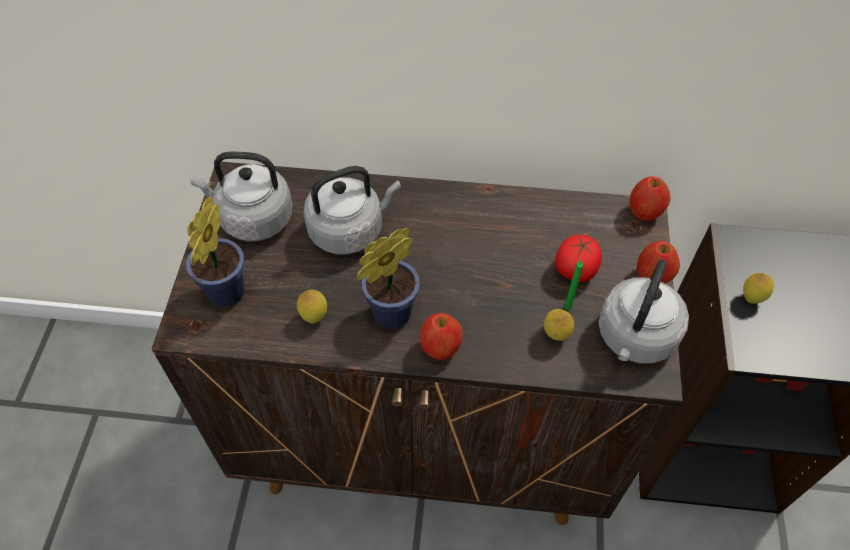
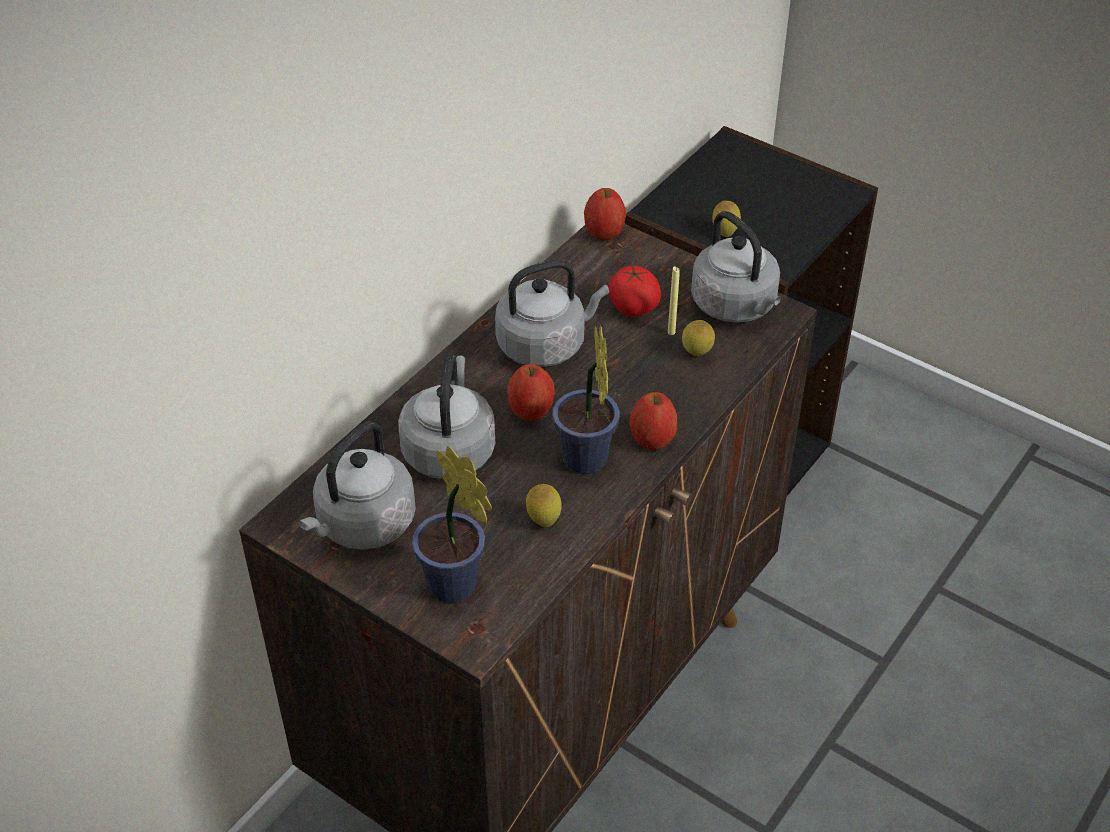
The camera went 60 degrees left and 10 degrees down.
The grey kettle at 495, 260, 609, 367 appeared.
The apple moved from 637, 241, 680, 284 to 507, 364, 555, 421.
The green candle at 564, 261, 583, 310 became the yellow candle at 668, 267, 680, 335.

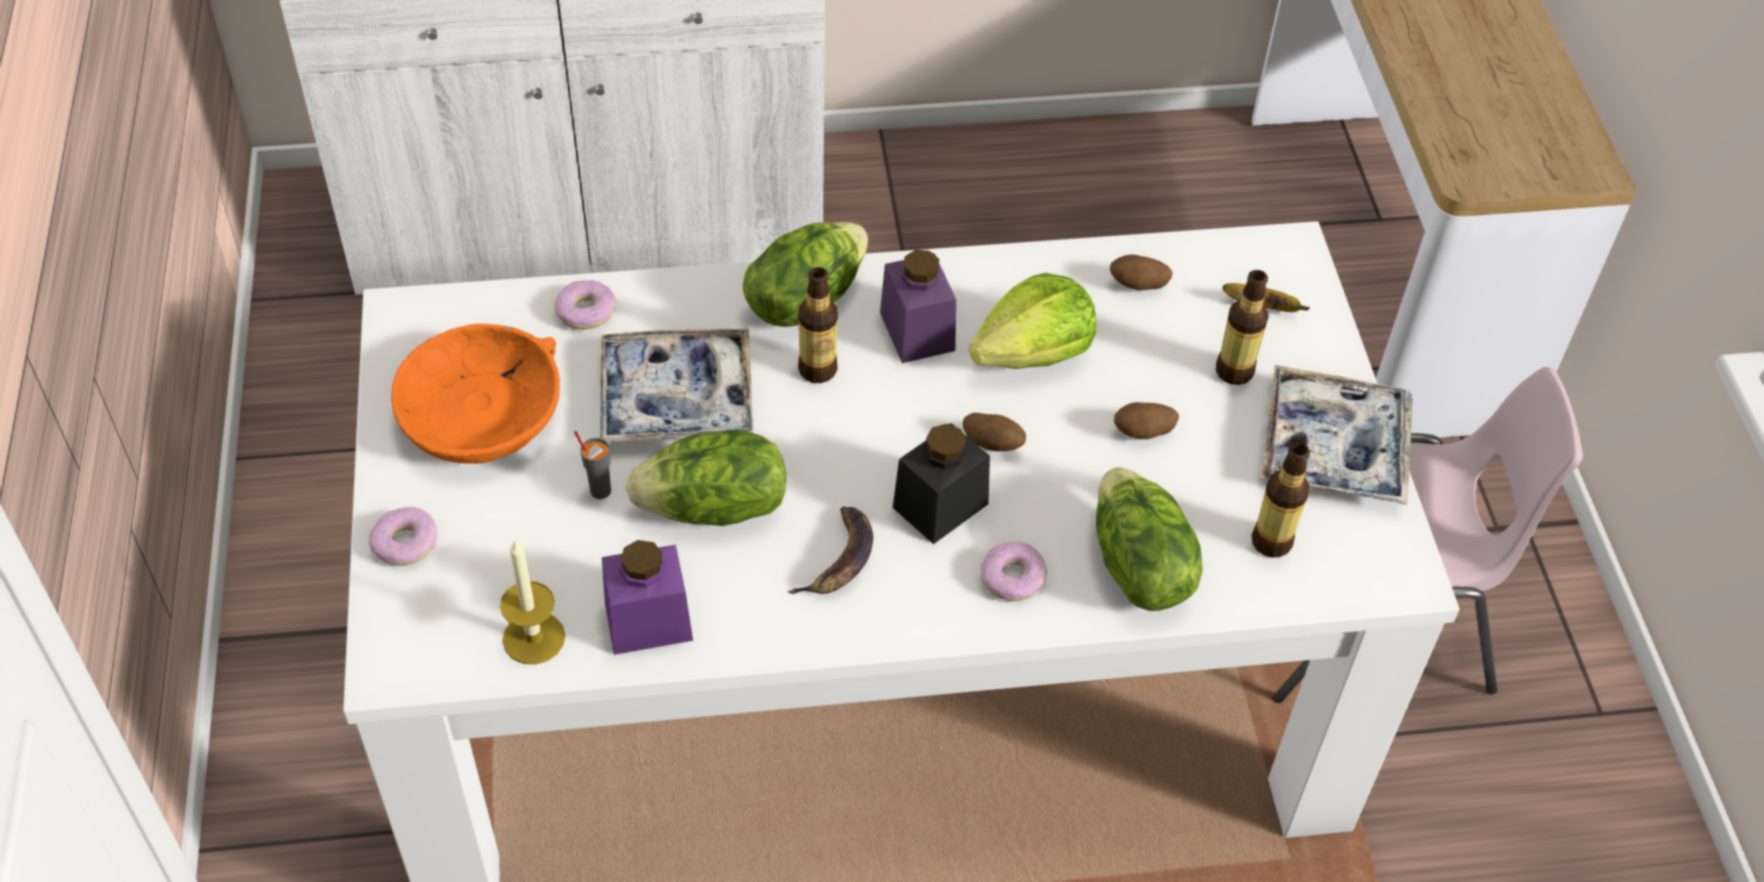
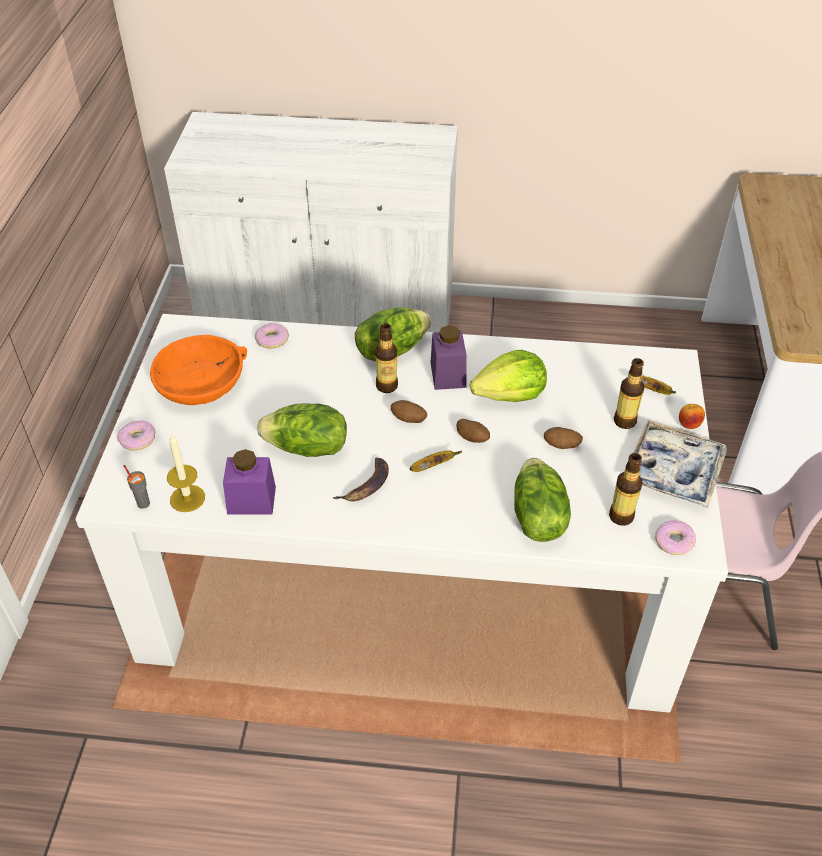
The camera went 15 degrees right and 5 degrees down.
The grey cup moved from 574, 431, 611, 499 to 124, 465, 150, 509.
The potato moved from 1110, 255, 1172, 290 to 391, 400, 427, 423.
The black jar at 893, 423, 990, 544 was replaced by the banana at 410, 450, 462, 472.
The donut moved from 980, 542, 1047, 601 to 655, 520, 696, 555.
The apple at 679, 404, 705, 429 appeared.
The tray at 600, 329, 753, 442 disappeared.

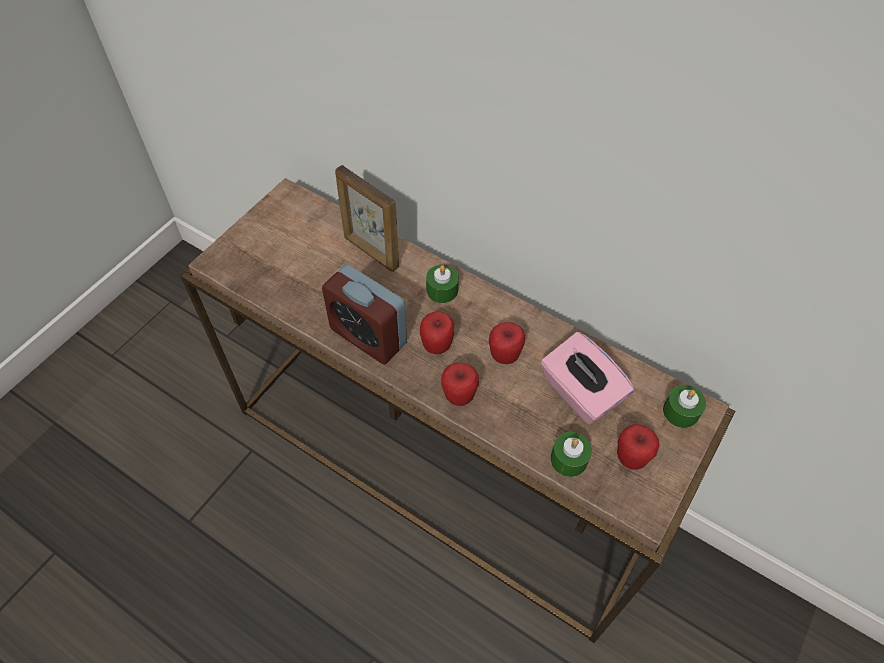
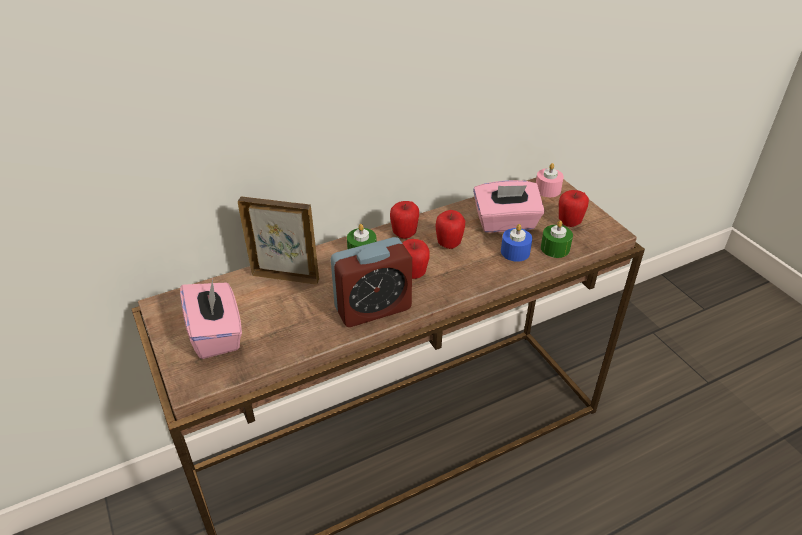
The camera went 60 degrees left and 15 degrees down.
The pink tissue box at 180, 279, 242, 359 appeared.
The picture frame at 335, 165, 399, 272 turned 150 degrees counterclockwise.
The apple moved from 441, 363, 479, 406 to 390, 201, 419, 239.
The blue candle at 501, 224, 532, 262 appeared.
The green candle at 663, 385, 706, 428 became the pink candle at 536, 163, 564, 197.

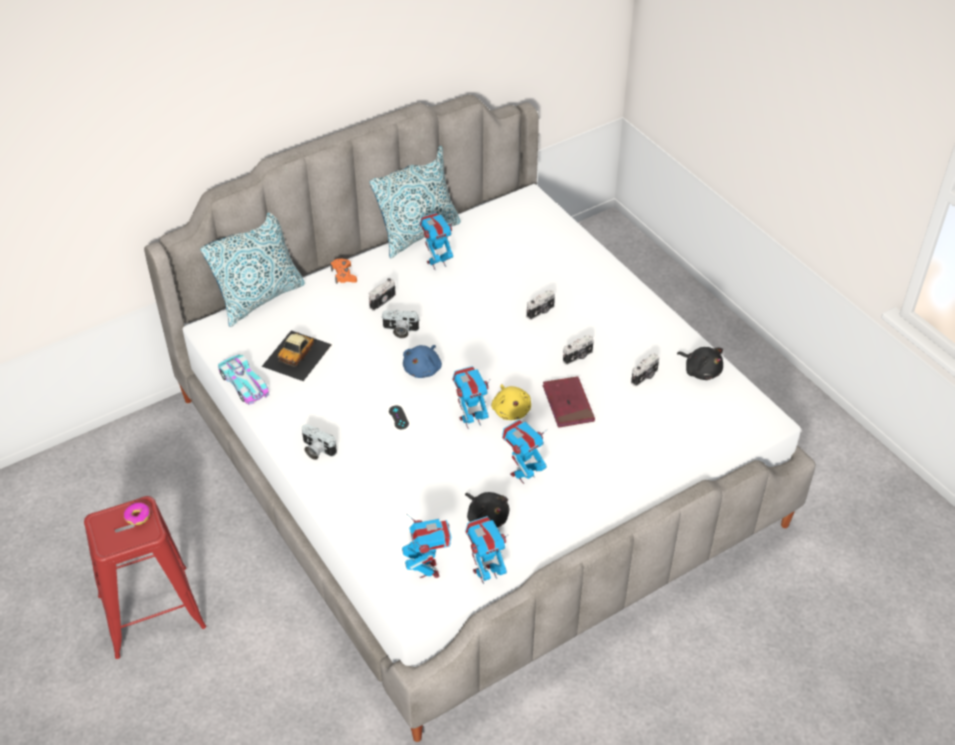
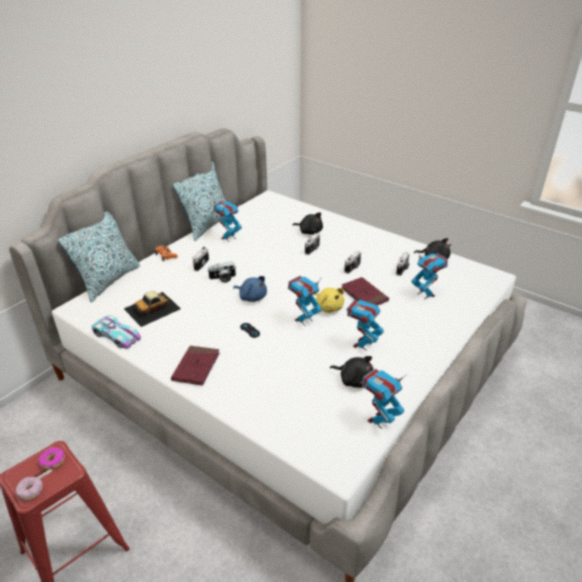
The camera went 20 degrees left and 10 degrees down.
The donut at 15, 477, 43, 500 appeared.
The toy car at 262, 330, 332, 381 turned 45 degrees clockwise.
The photo camera at 302, 424, 337, 460 was replaced by the red book at 171, 346, 220, 386.
The blue plush toy at 403, 345, 442, 378 turned 60 degrees counterclockwise.
The black plush toy at 293, 212, 323, 235 appeared.
The toy robot moved from 402, 513, 451, 578 to 411, 252, 448, 299.

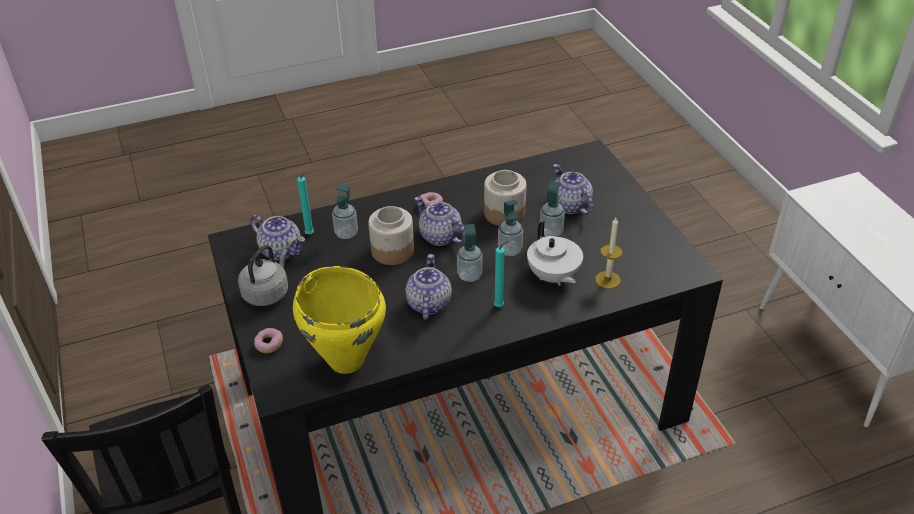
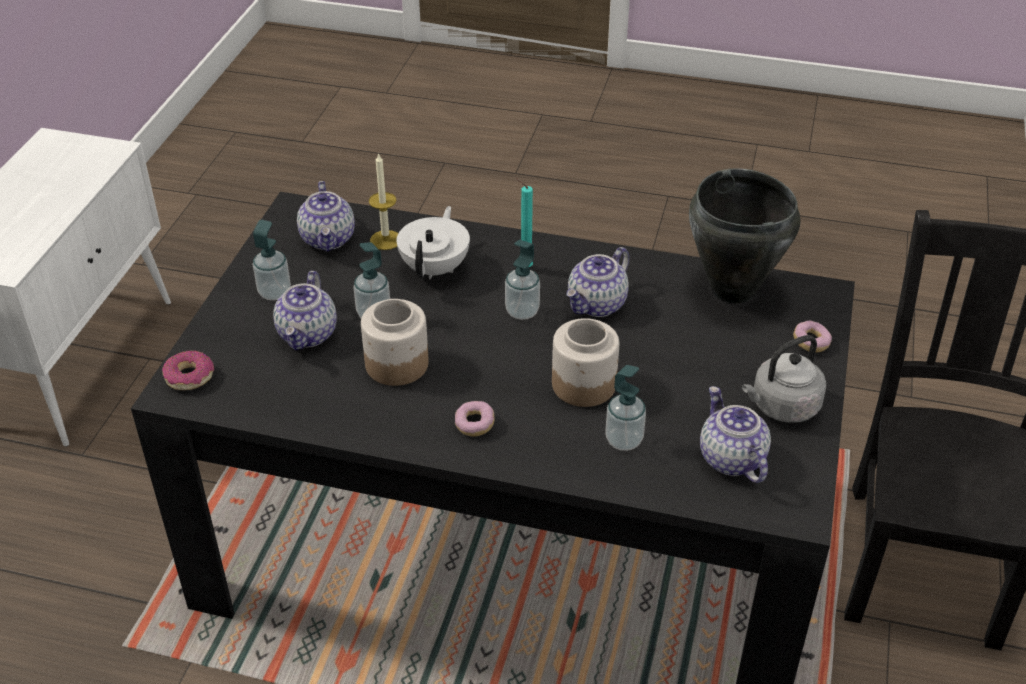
The camera went 145 degrees left and 0 degrees up.
The donut at 162, 350, 214, 390 appeared.
The soap dispenser moved from 498, 200, 523, 256 to 253, 220, 291, 300.
The teapot moved from 415, 197, 465, 246 to 297, 181, 355, 252.
The yellow cooking pot at 293, 266, 386, 374 became the black cooking pot at 689, 169, 801, 304.
The turquoise candle at 297, 172, 314, 234 disappeared.

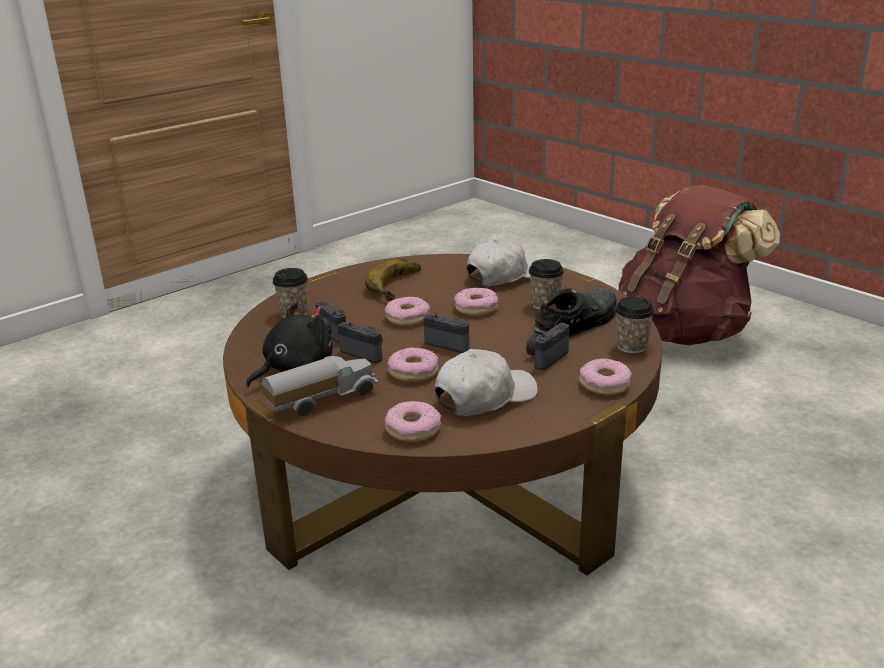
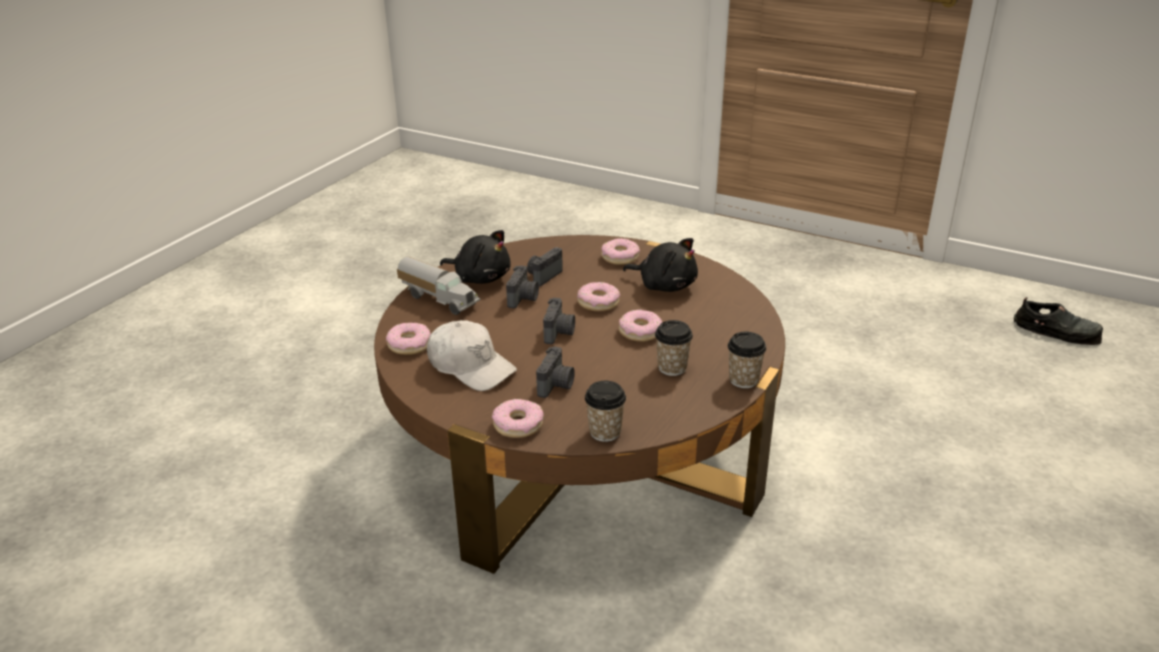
The camera went 70 degrees right and 5 degrees up.
The photo camera at 526, 323, 569, 370 turned 90 degrees clockwise.
The donut moved from 388, 348, 439, 382 to 601, 238, 640, 265.
The banana at 365, 259, 421, 301 was replaced by the black plush toy at 623, 238, 698, 292.
The cup moved from 272, 268, 308, 318 to 728, 332, 767, 388.
The black shoe moved from 534, 288, 617, 337 to 1014, 297, 1103, 345.
The white cap at 467, 238, 538, 286 disappeared.
The brown backpack at 619, 184, 780, 346 disappeared.

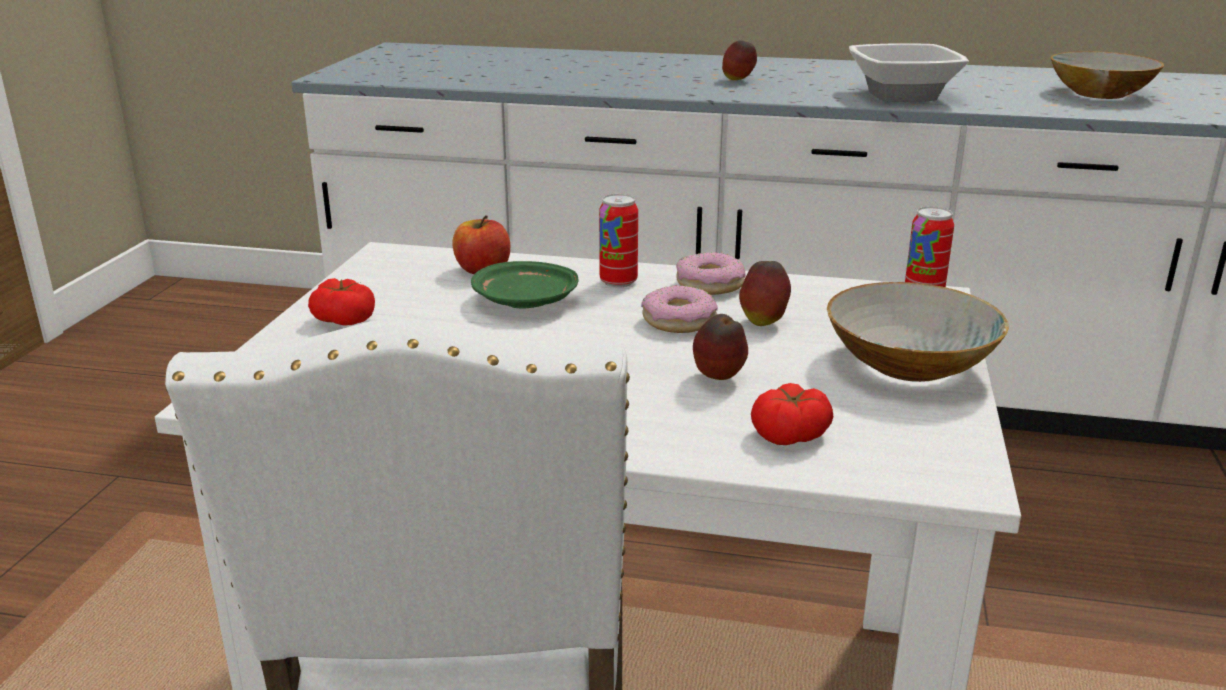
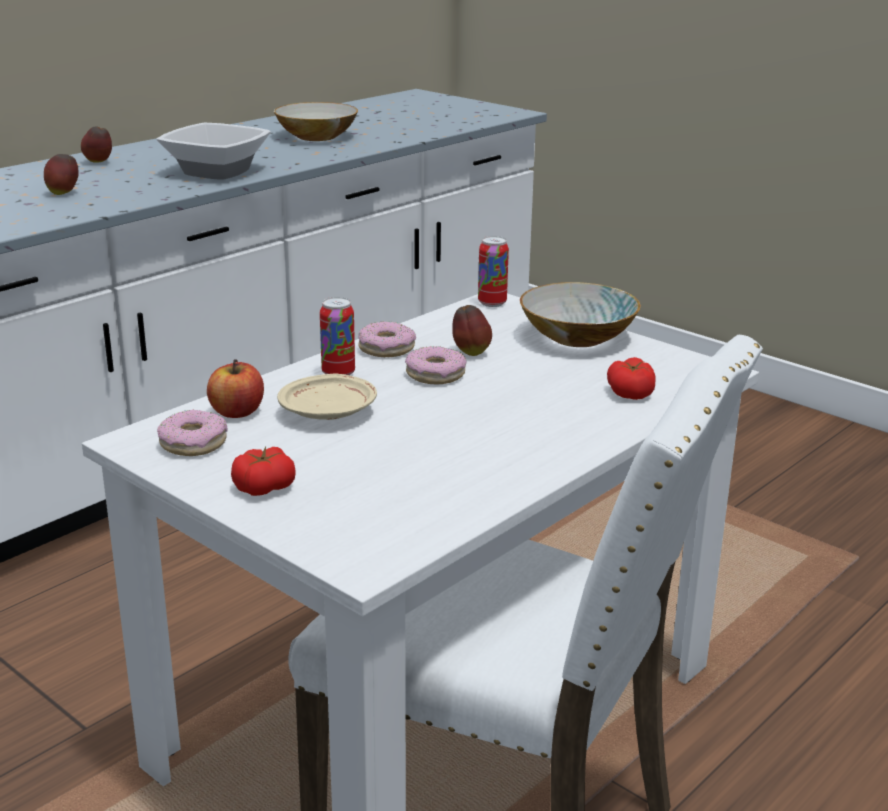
The camera went 60 degrees left and 0 degrees up.
The apple moved from 693, 314, 748, 380 to 81, 126, 112, 163.
The donut at 157, 410, 227, 456 appeared.
The green plate at 471, 261, 578, 309 became the beige plate at 277, 373, 377, 420.

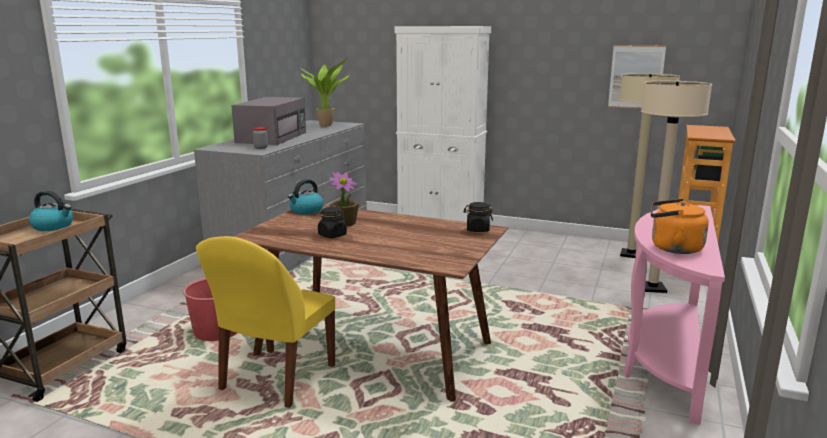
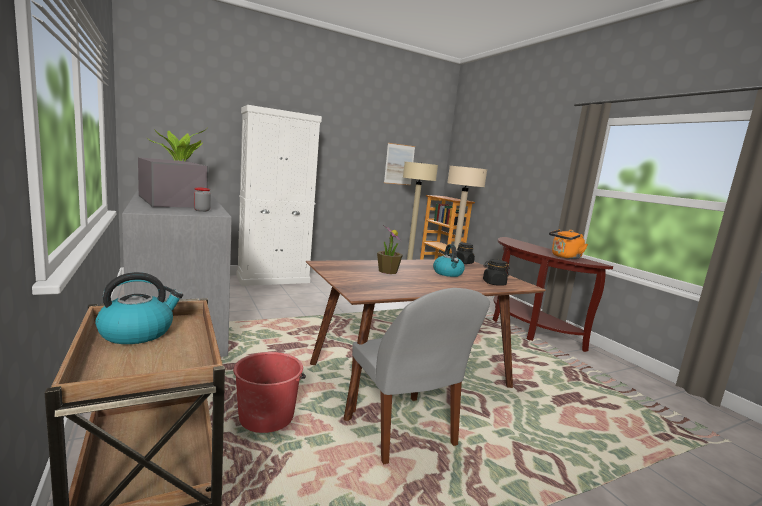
The camera went 50 degrees left and 5 degrees down.
The yellow chair at 196, 236, 335, 408 became the grey chair at 352, 288, 490, 464.
The kettle moved from 288, 179, 324, 215 to 433, 244, 465, 277.
The black jar moved from 318, 207, 347, 238 to 483, 259, 509, 285.
The pink console table at 623, 205, 725, 424 became the brown console table at 492, 237, 613, 352.

